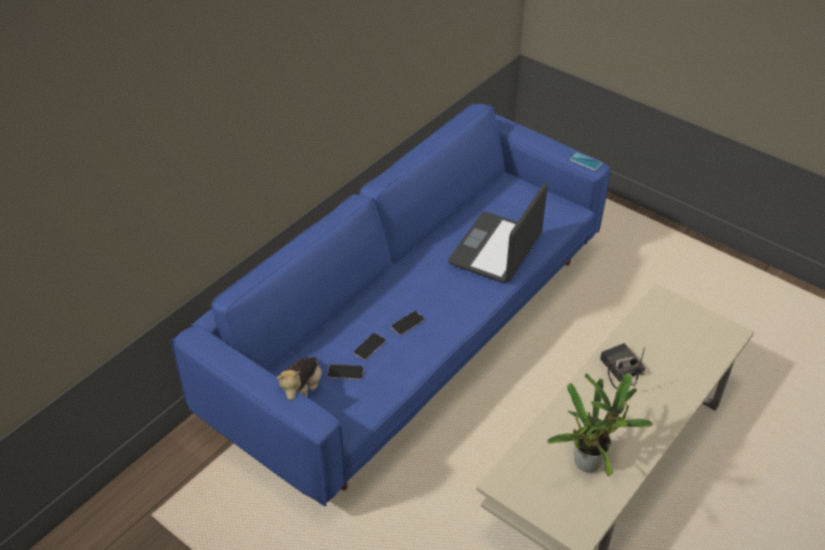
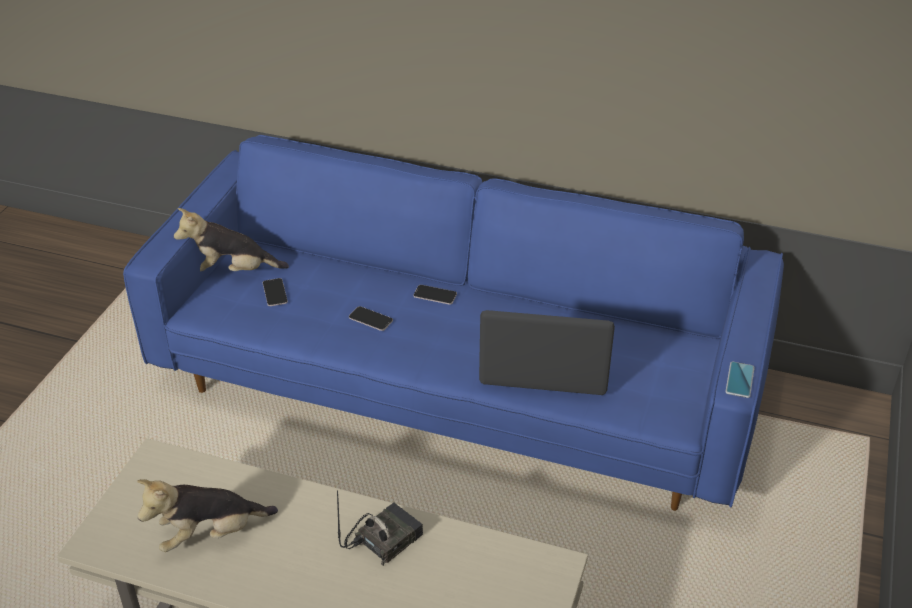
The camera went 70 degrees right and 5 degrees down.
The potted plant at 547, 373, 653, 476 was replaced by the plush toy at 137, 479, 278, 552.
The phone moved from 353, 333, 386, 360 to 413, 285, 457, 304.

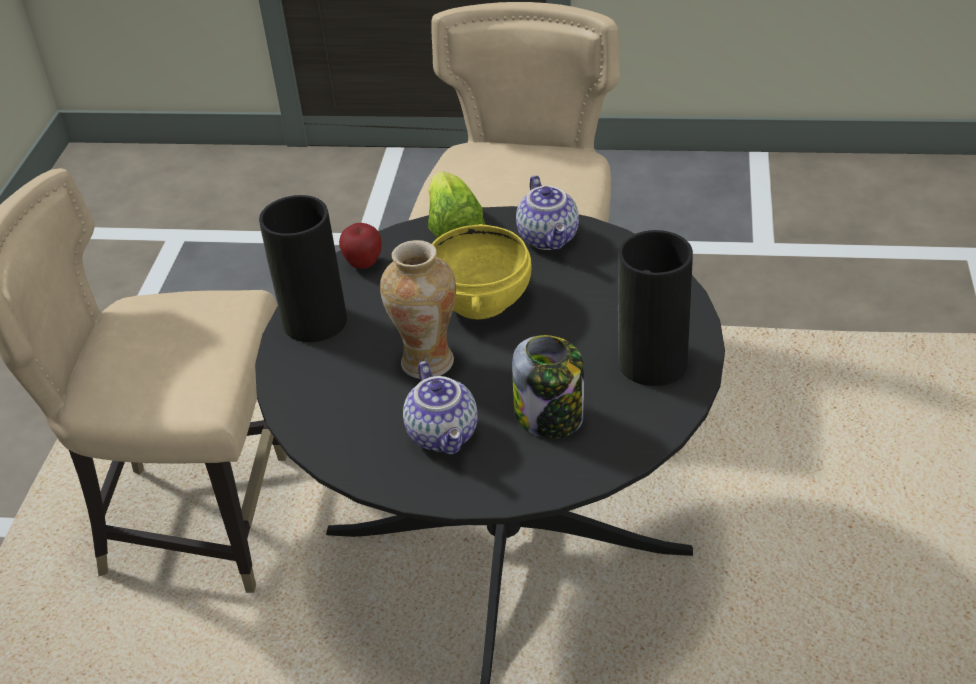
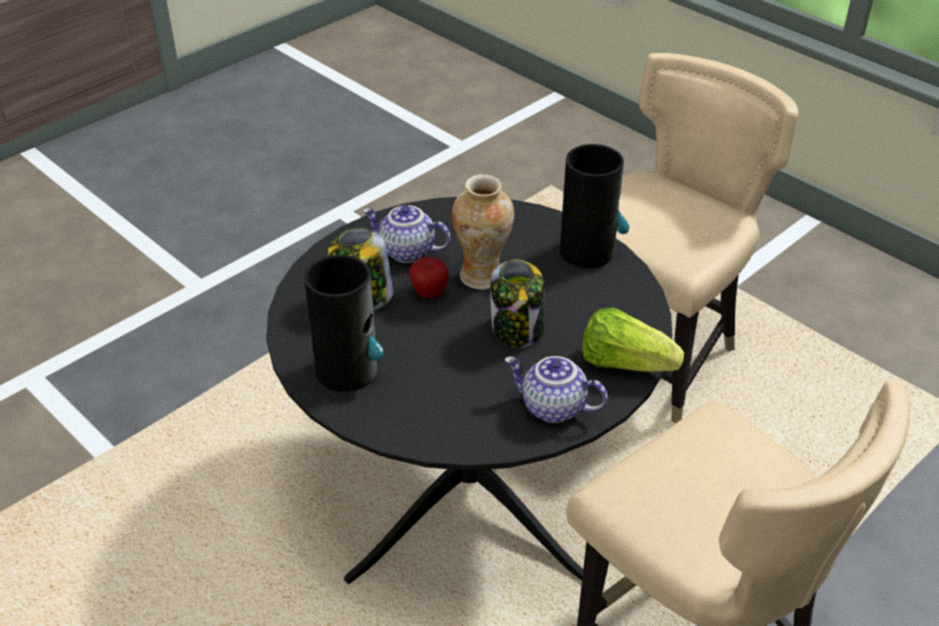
The camera went 125 degrees right and 0 degrees up.
The apple moved from 339, 223, 381, 269 to 409, 257, 449, 298.
The yellow bowl at 432, 224, 531, 319 was replaced by the jar at 490, 260, 544, 348.

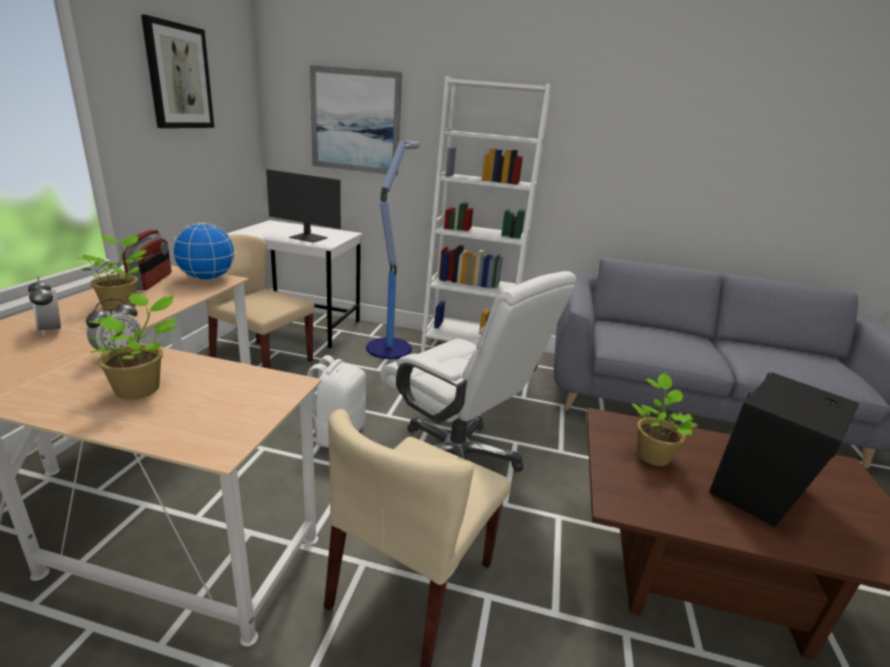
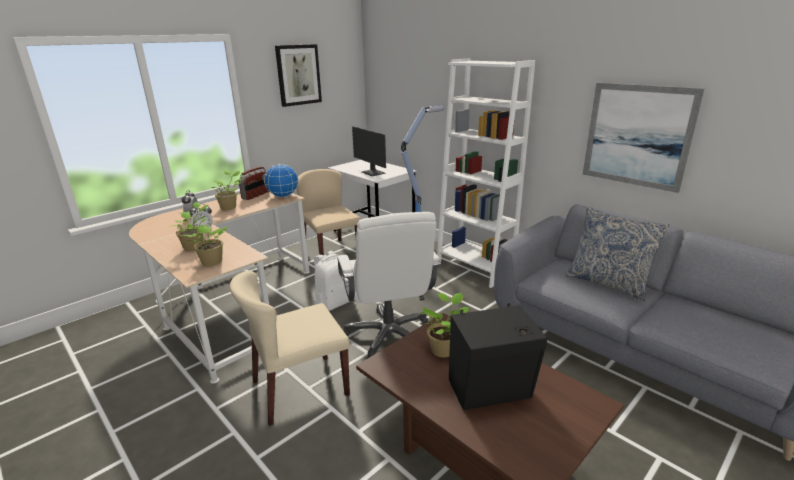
The camera went 35 degrees right and 0 degrees up.
The potted plant at 182, 224, 227, 266 appeared.
The pillow at 566, 207, 669, 301 appeared.
The picture moved from 310, 65, 402, 175 to 583, 83, 704, 193.

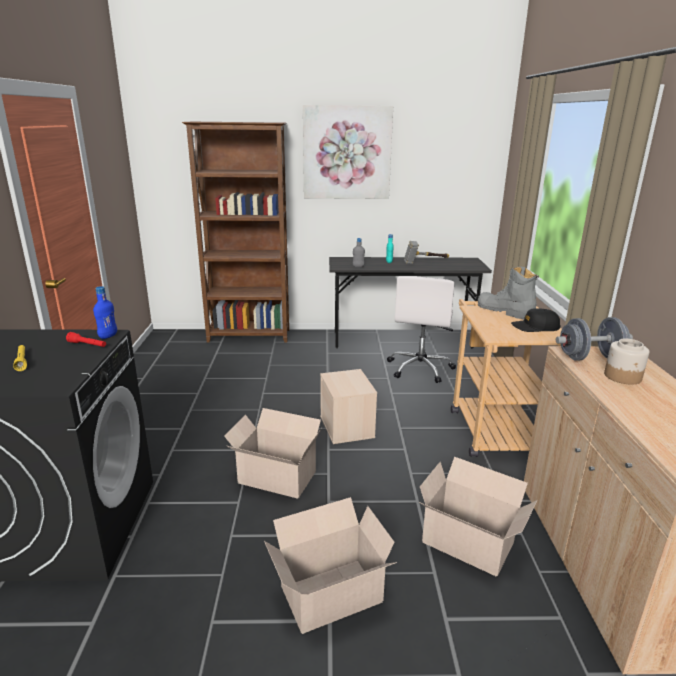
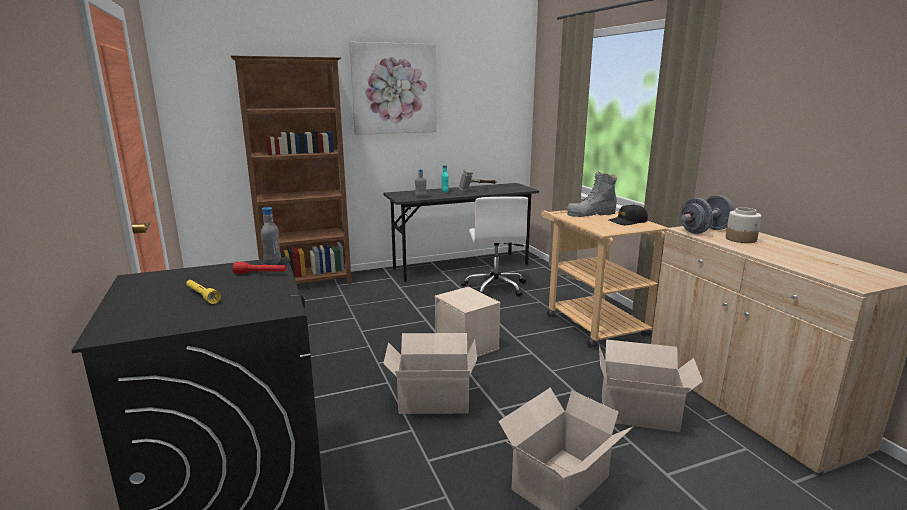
The camera went 20 degrees left and 5 degrees down.
The blue bottle at 93, 286, 117, 339 became the grey bottle at 261, 207, 281, 265.
The grey boot at 478, 267, 539, 320 turned 45 degrees counterclockwise.

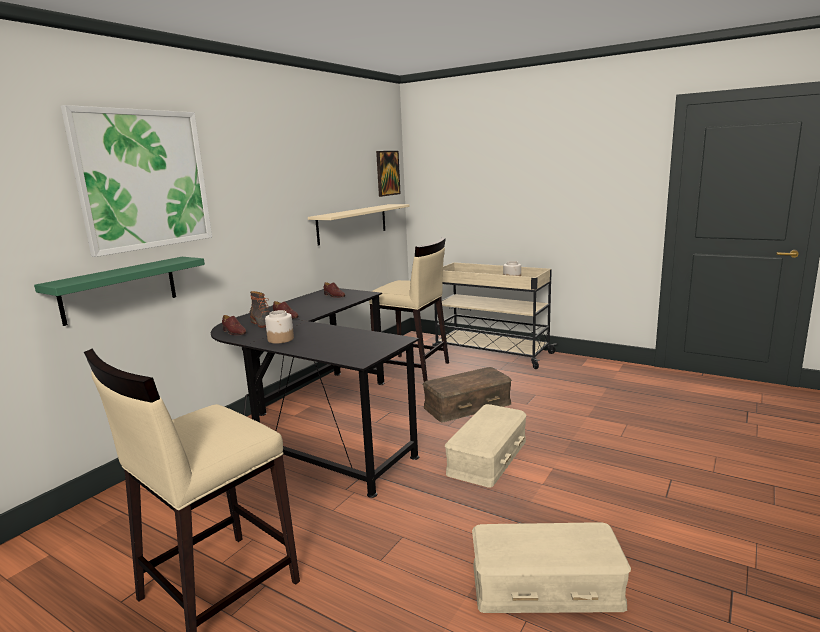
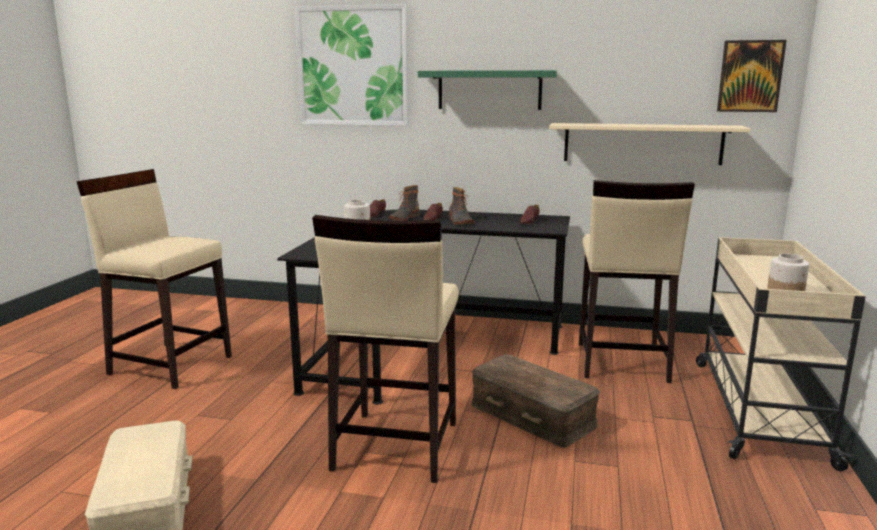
The camera went 70 degrees right and 0 degrees up.
The beige storage box at 445, 404, 527, 488 was replaced by the beige stool at 312, 215, 459, 483.
The green shelf moved from 34, 257, 205, 326 to 418, 70, 557, 110.
The boot at 449, 187, 474, 224 appeared.

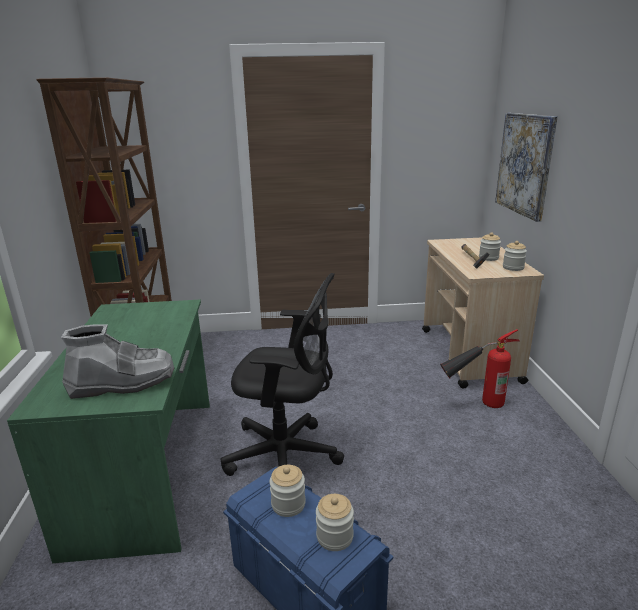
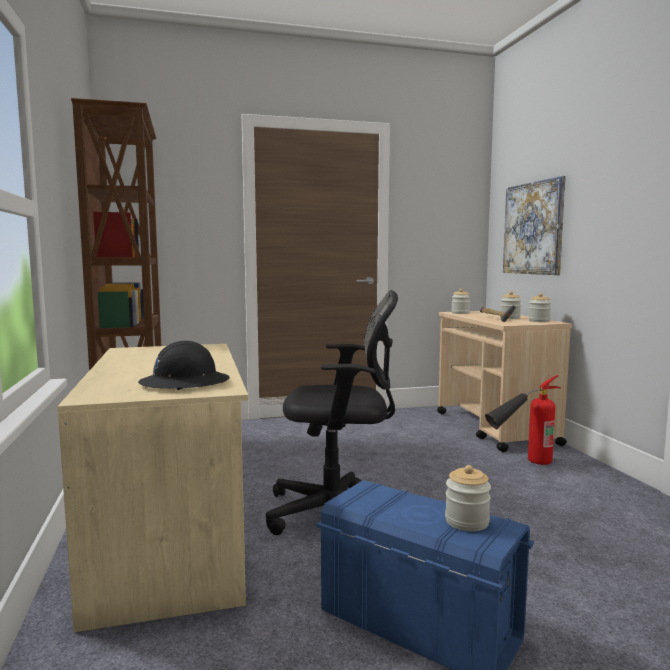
The camera went 10 degrees left and 15 degrees down.
The green desk at 7, 300, 210, 563 became the beige desk at 58, 344, 248, 632.
The grey boot at 61, 324, 174, 399 was replaced by the black hard hat at 138, 341, 230, 390.
The jar moved from 270, 465, 306, 517 to 451, 289, 470, 314.

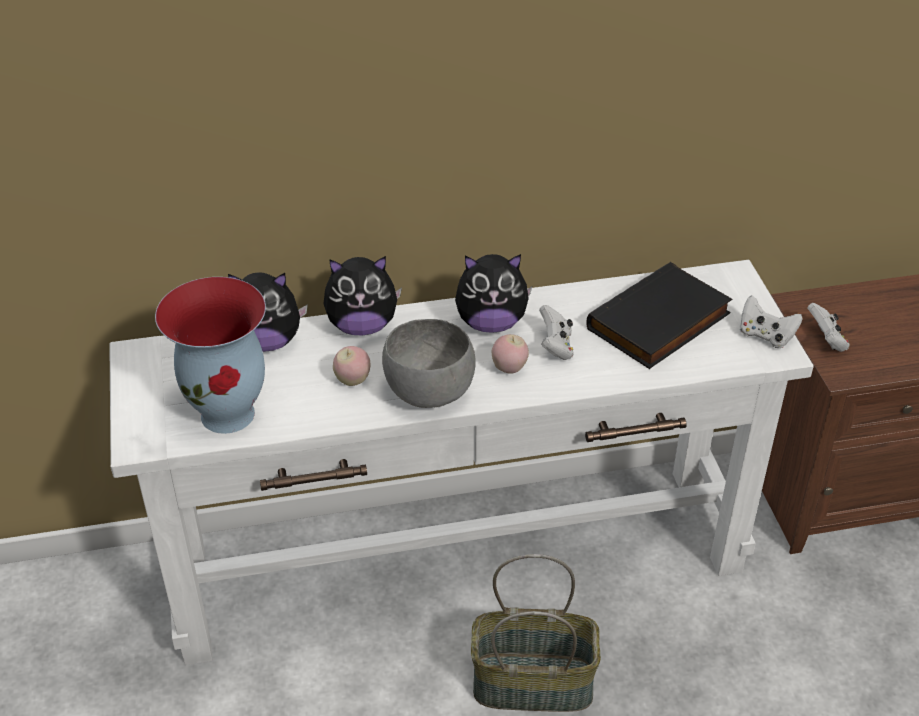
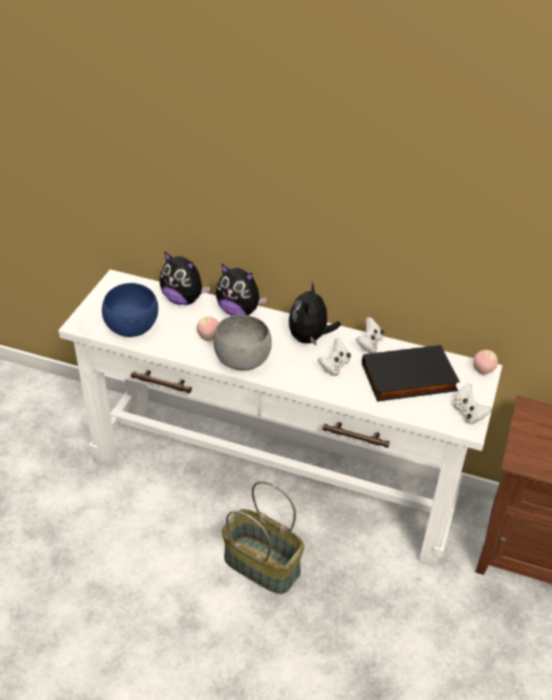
The camera went 30 degrees right and 0 degrees up.
The vase at 155, 277, 266, 434 was replaced by the blue bowl at 102, 283, 158, 337.
The plush toy at 455, 254, 532, 333 turned 75 degrees clockwise.
The white game controller moved from 807, 303, 850, 352 to 356, 317, 384, 353.
The apple moved from 492, 334, 529, 374 to 473, 350, 498, 375.

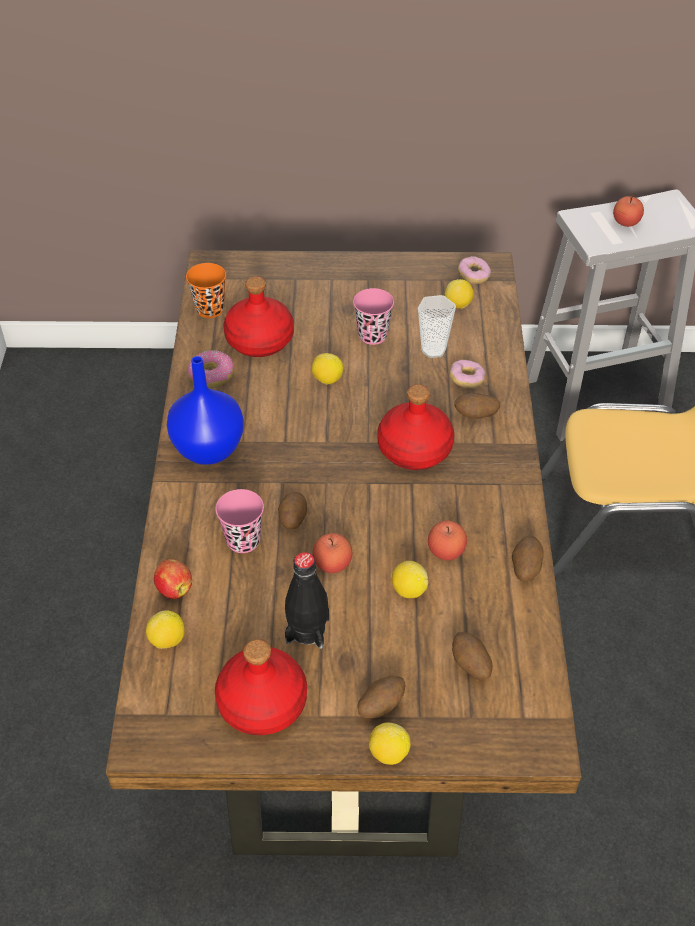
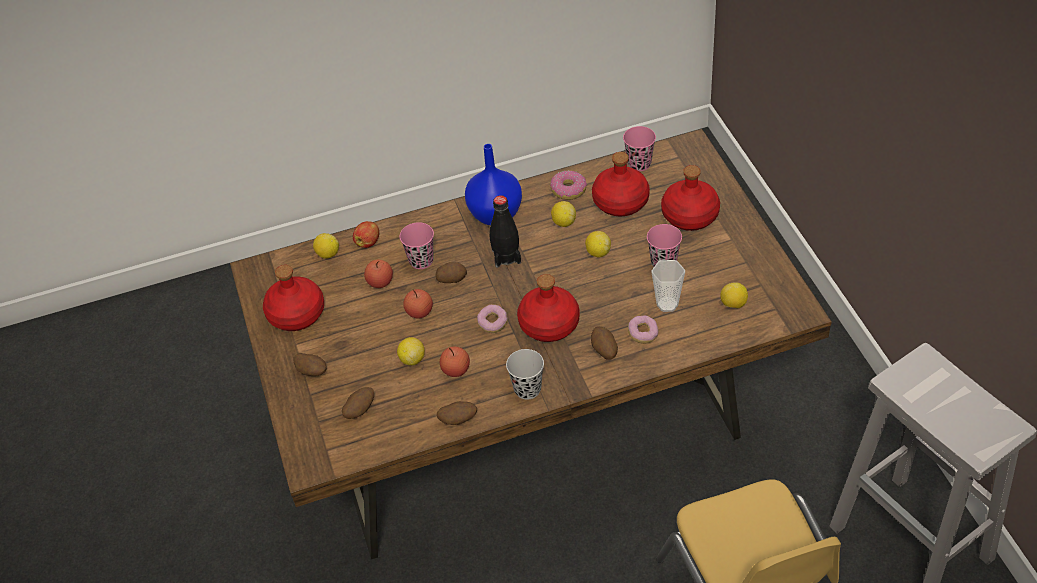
The camera went 75 degrees right and 0 degrees up.
The apple moved from 613, 193, 644, 227 to 364, 260, 393, 288.
The donut moved from 458, 256, 491, 284 to 477, 305, 508, 333.
The black bottle moved from 285, 552, 329, 649 to 490, 195, 521, 268.
The black cup at 506, 349, 544, 400 appeared.
The lemon moved from 369, 723, 411, 765 to 551, 201, 576, 227.
The orange cup at 186, 263, 226, 318 became the pink cup at 623, 126, 656, 171.
The red bottle at 661, 165, 720, 231 appeared.

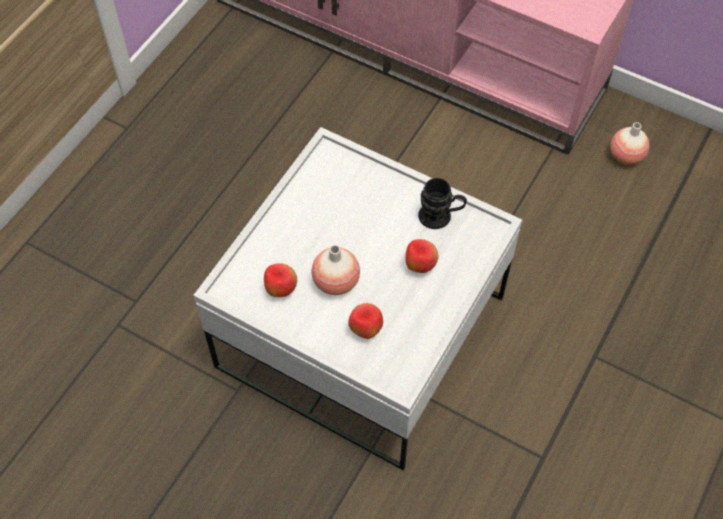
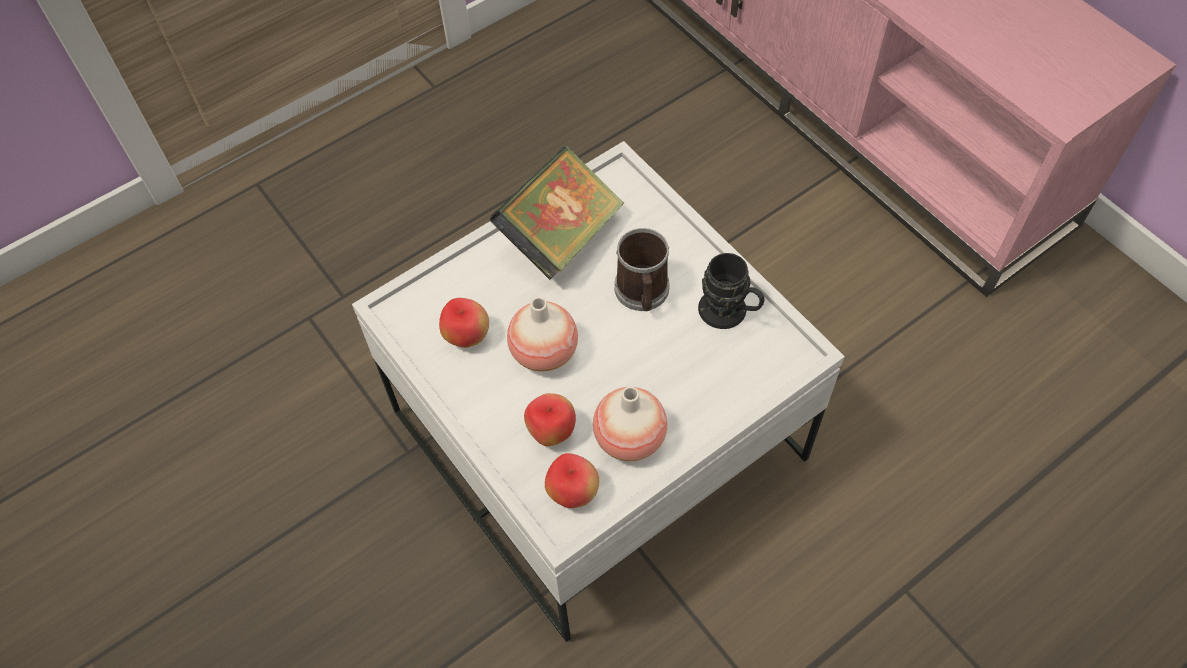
The camera went 25 degrees right and 0 degrees up.
The book at 489, 146, 624, 280 appeared.
The apple moved from 405, 239, 438, 273 to 545, 453, 599, 508.
The vase moved from 610, 122, 649, 165 to 593, 387, 667, 461.
The mug at 614, 228, 670, 311 appeared.

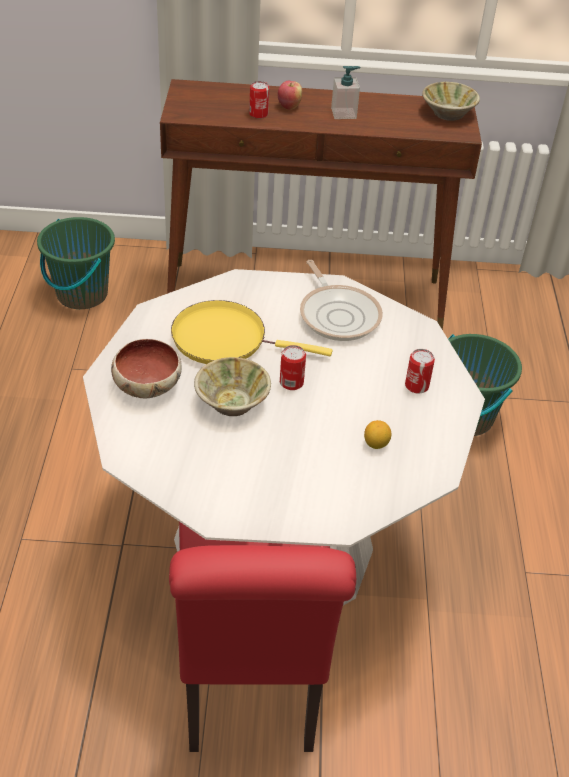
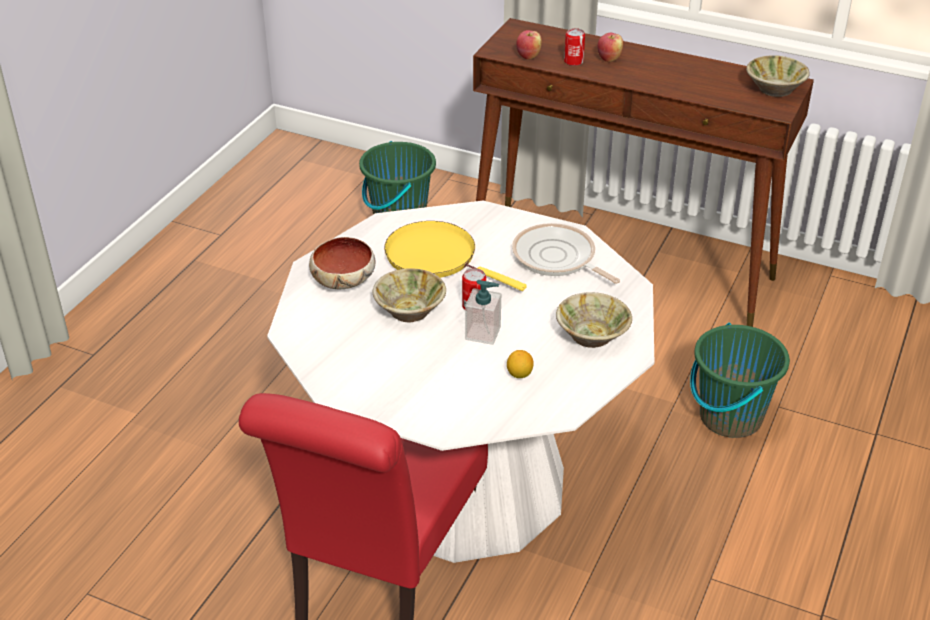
The camera went 25 degrees right and 5 degrees down.
The soap dispenser moved from 331, 66, 361, 119 to 465, 280, 501, 345.
The frying pan at 300, 260, 383, 341 turned 135 degrees clockwise.
The apple at 516, 30, 542, 60 appeared.
The can at 405, 349, 435, 394 was replaced by the beige bowl at 556, 292, 632, 348.

